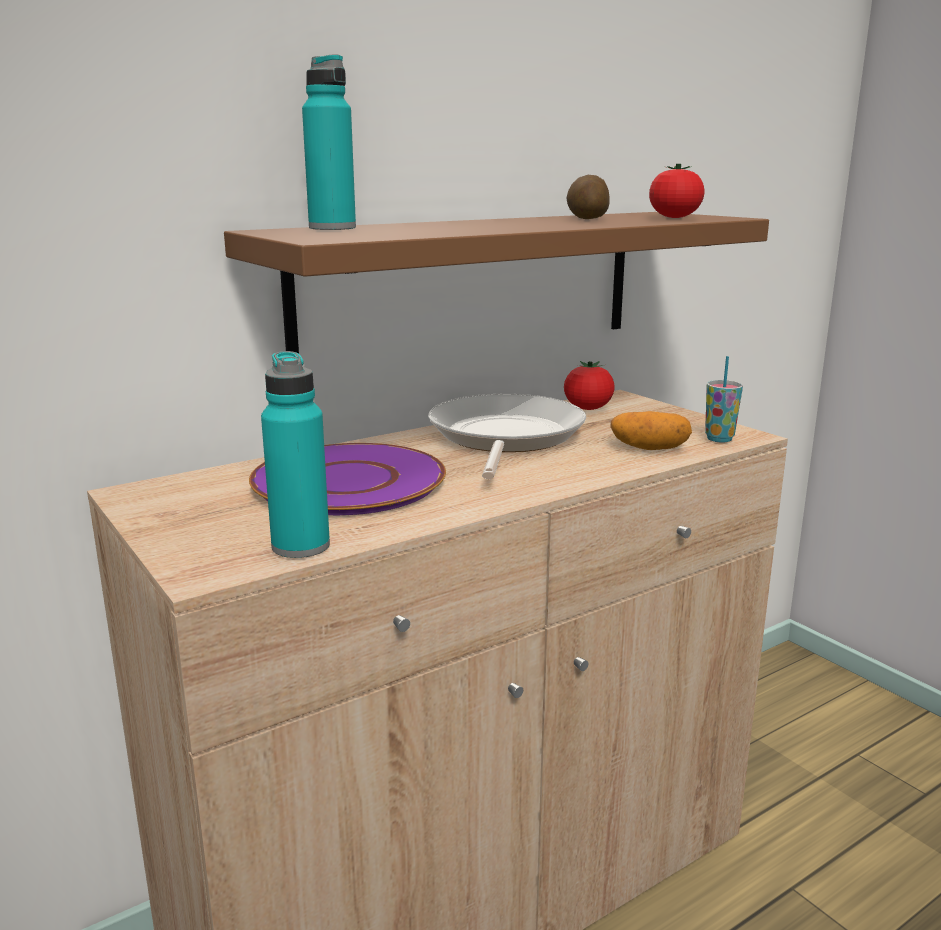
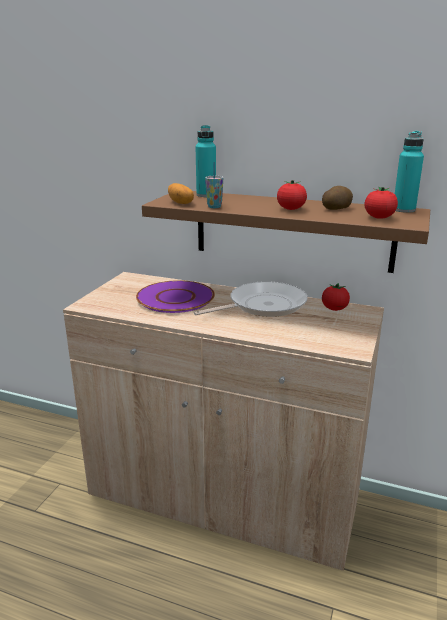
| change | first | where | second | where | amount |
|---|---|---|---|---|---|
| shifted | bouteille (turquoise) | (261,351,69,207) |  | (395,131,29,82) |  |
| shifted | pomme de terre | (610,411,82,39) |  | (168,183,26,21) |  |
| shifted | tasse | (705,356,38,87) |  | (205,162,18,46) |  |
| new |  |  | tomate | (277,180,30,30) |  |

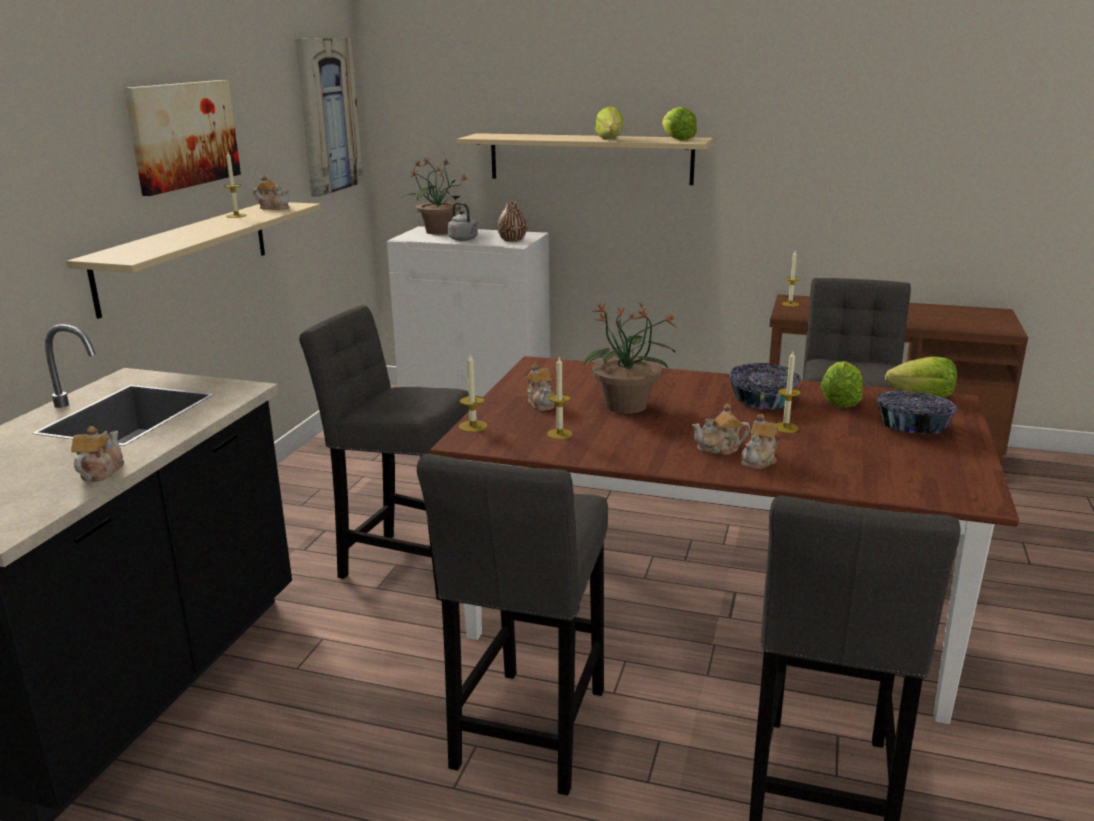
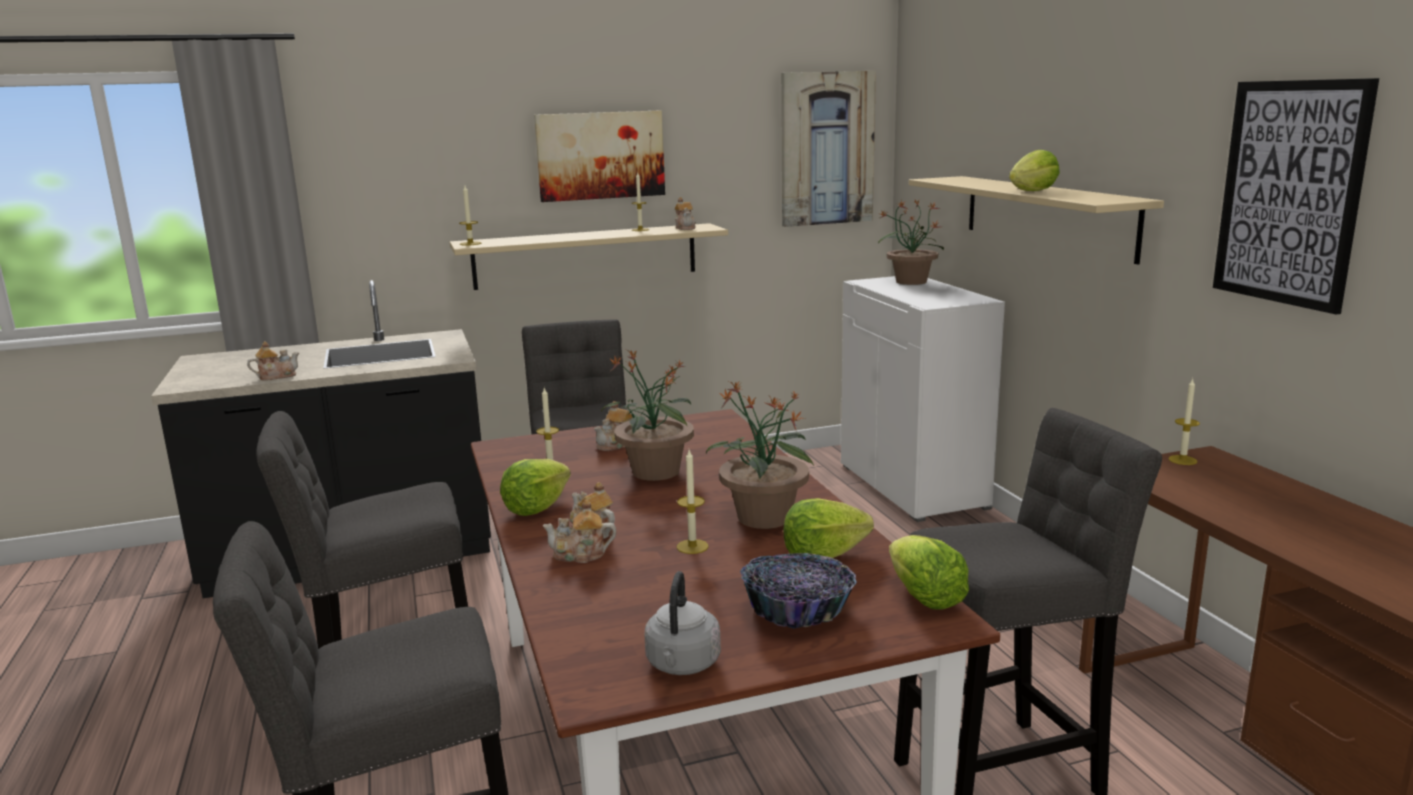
| change | first | where | second | where | amount |
|---|---|---|---|---|---|
| shifted | bouilloire (gris) | (448,202,30,39) |  | (645,571,76,104) |  |
| shifted | bougie | (459,354,29,78) |  | (459,186,23,60) |  |
| gone | vase (marron) | (497,202,30,40) |  |  |  |
| shifted | laitue | (662,107,35,33) |  | (500,459,71,57) |  |
| swapped | bol | (729,363,72,48) | plante en pot | (706,381,108,148) |  |
| new |  |  | tableau | (1213,78,166,237) |  |

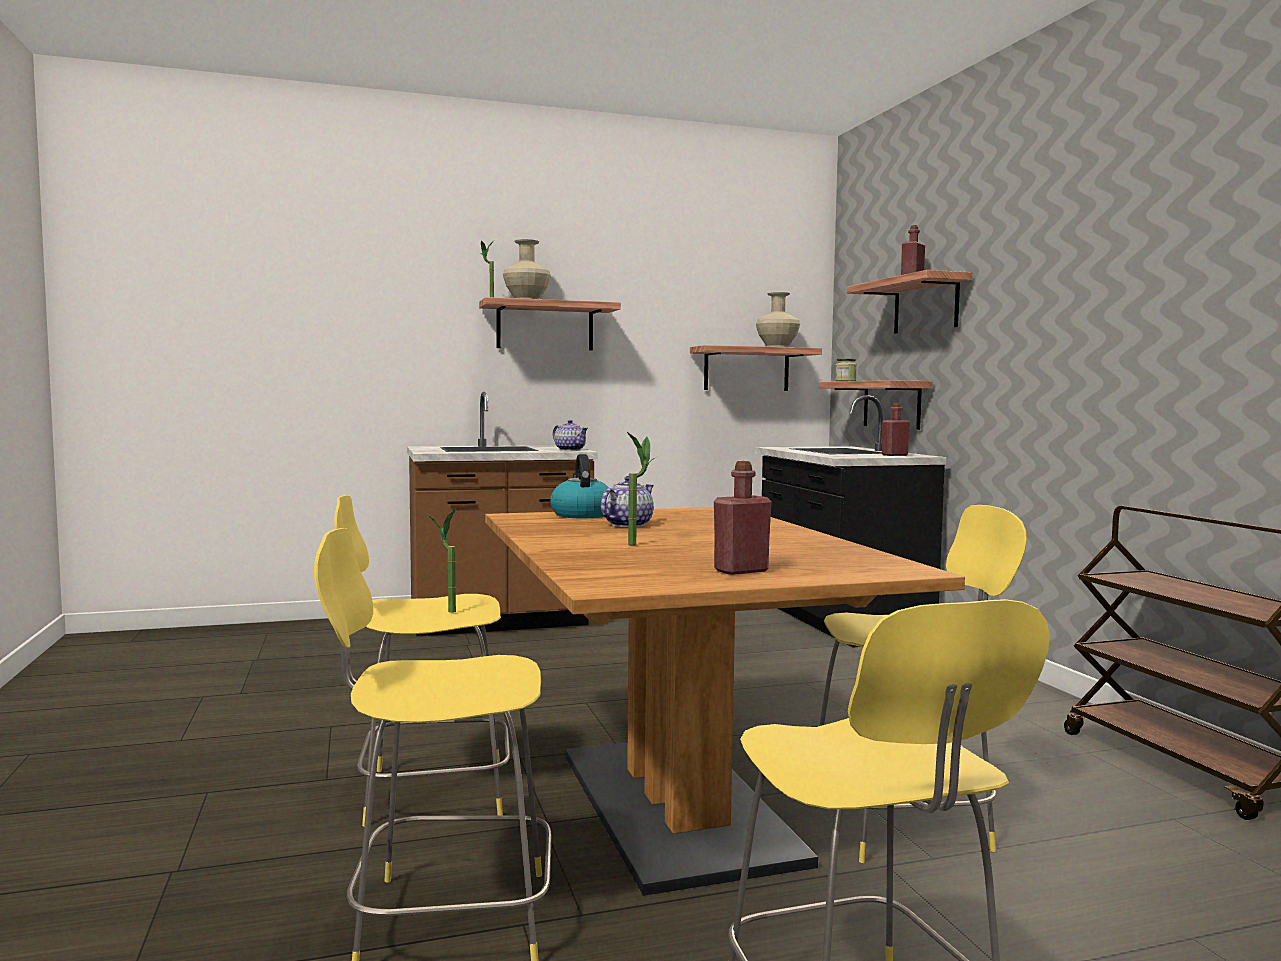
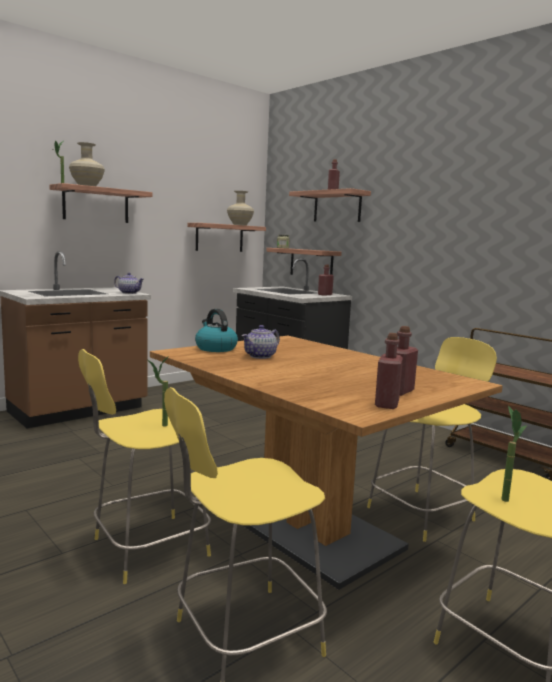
| change | first | where | second | where | amount |
|---|---|---|---|---|---|
| rotated | théière | (601,476,53,51) |  | (241,325,39,34) | 150 degrees counterclockwise |
| shifted | plante en pot | (627,432,30,114) |  | (502,406,25,96) |  |
| new |  |  | bouteille (rouge) | (375,333,28,76) |  |

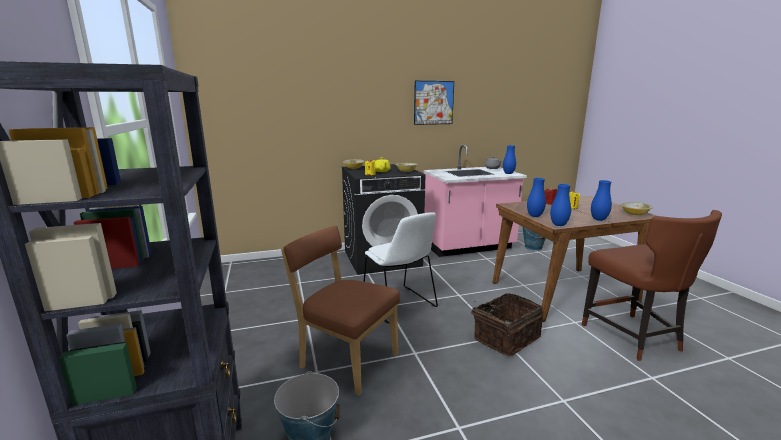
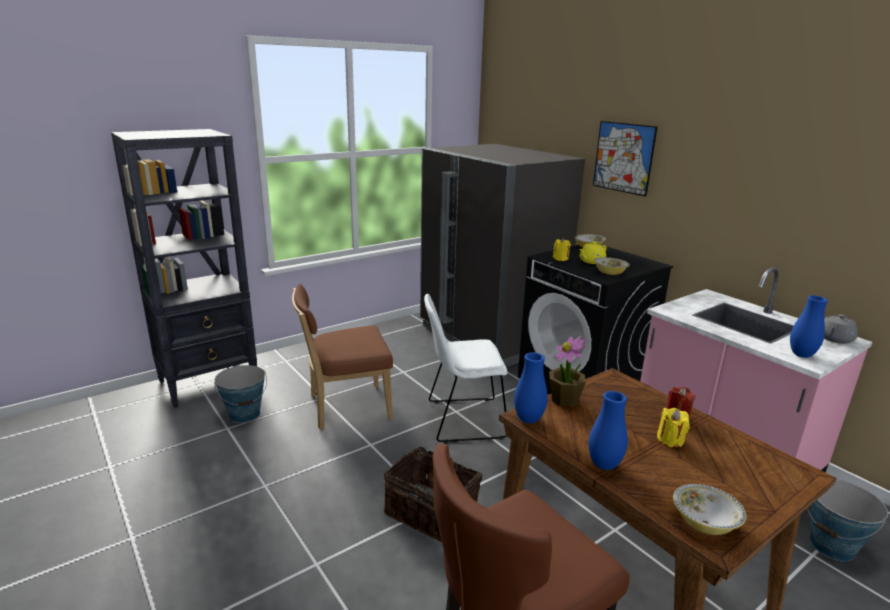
| change | first | where | second | where | amount |
|---|---|---|---|---|---|
| rotated | chaise (marron) | (281,225,119,171) |  | (292,284,101,146) | 120 degrees counterclockwise |
| rotated | chaise (blanc) | (364,212,74,112) |  | (424,294,84,149) | 45 degrees clockwise |
| shifted | tableau | (414,81,40,44) |  | (593,121,64,76) |  |
| swapped | vase (bleu) | (527,178,19,39) | plante en pot | (549,336,37,71) |  |
| new |  |  | réfrigérateur (gris) | (420,144,165,223) |  |

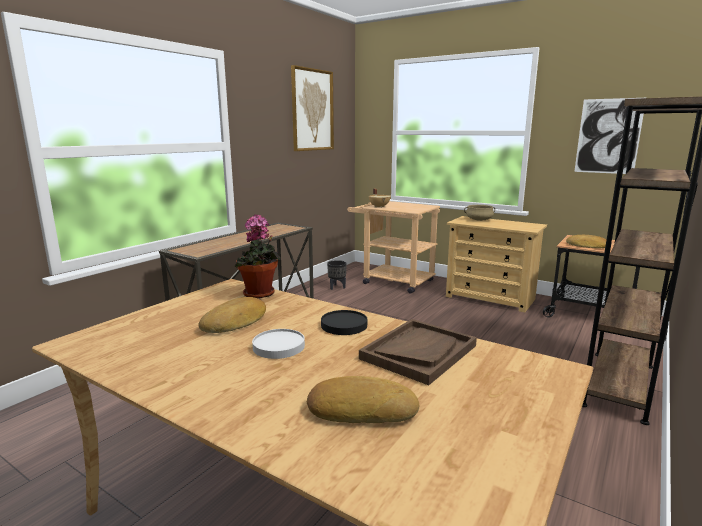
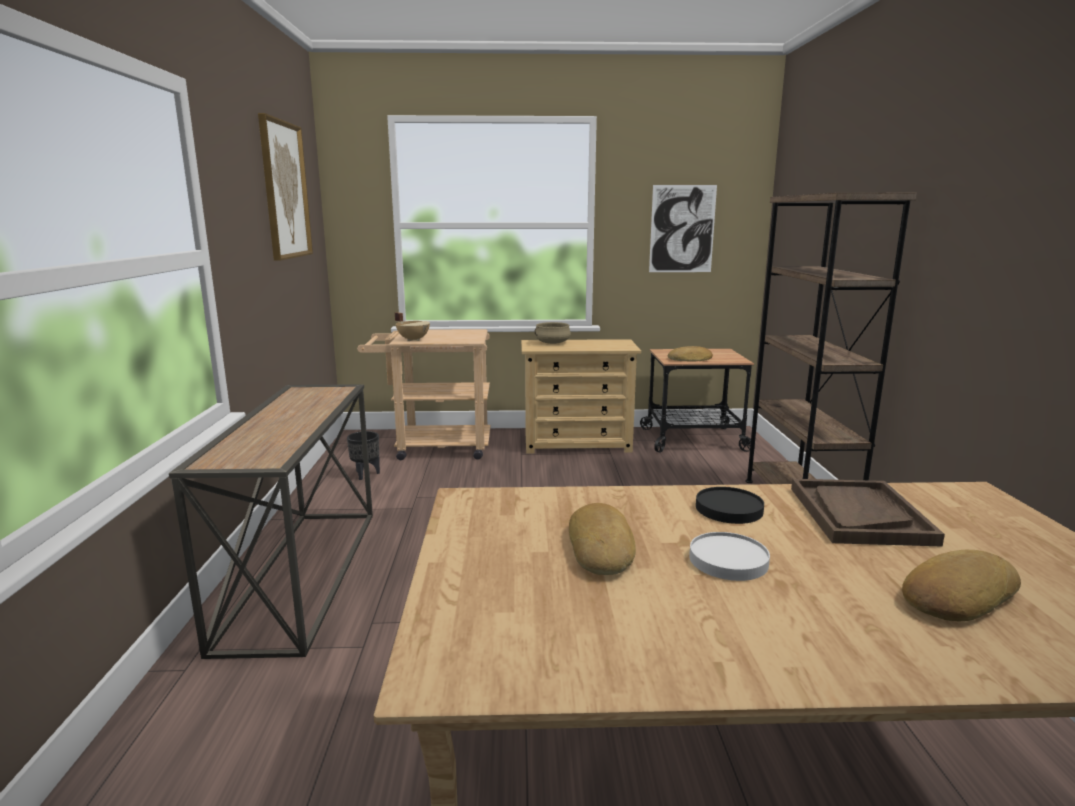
| change | first | where | second | where | amount |
|---|---|---|---|---|---|
| gone | plante en pot | (235,214,46,85) |  |  |  |

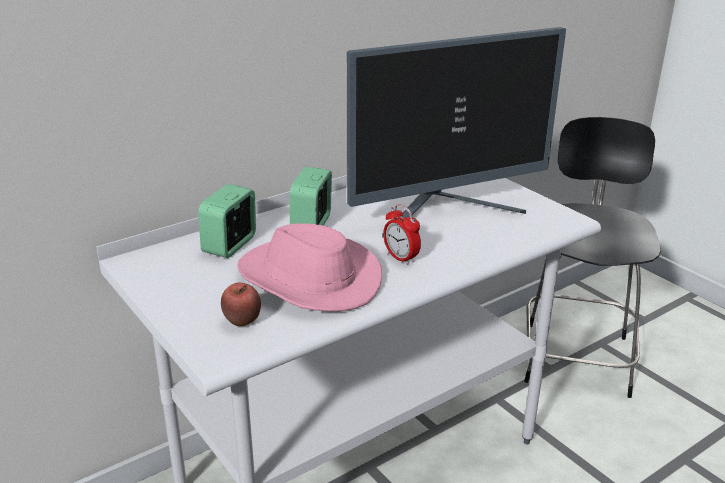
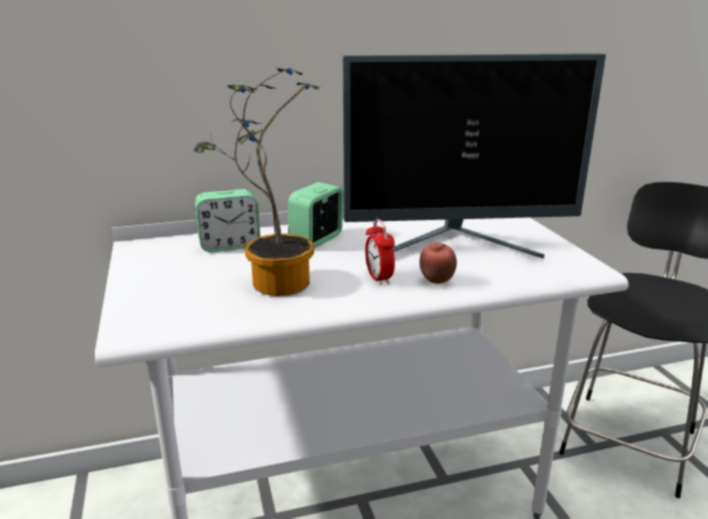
| change | first | where | second | where | amount |
|---|---|---|---|---|---|
| rotated | réveil | (198,184,58,74) |  | (195,189,65,63) | 150 degrees counterclockwise |
| shifted | pomme | (221,283,40,43) |  | (419,243,38,41) |  |
| swapped | chapeau (rose) | (238,223,144,88) | plante en pot | (193,68,127,228) |  |

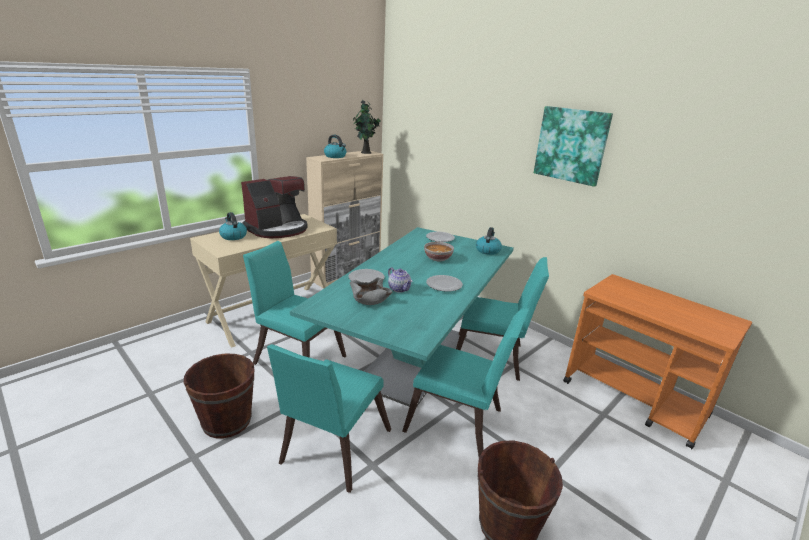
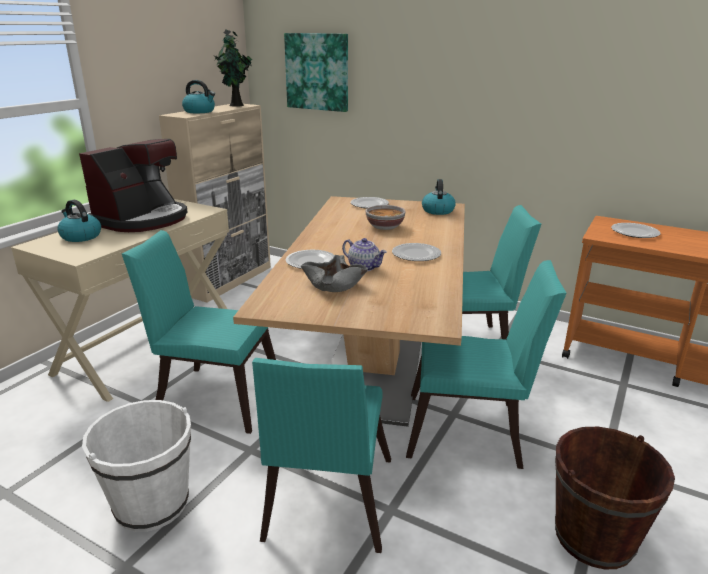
| change | first | where | second | where | amount |
|---|---|---|---|---|---|
| repainted | seau (marron) | (184,354,70,84) | seau (blanc) | (82,400,109,132) |  |
| repainted | table à manger (turquoise) | (290,227,224,181) | table à manger (beige) | (233,196,232,231) |  |
| shifted | tableau | (534,106,79,81) |  | (284,33,64,79) |  |
| new |  |  | assiette | (611,223,49,15) |  |

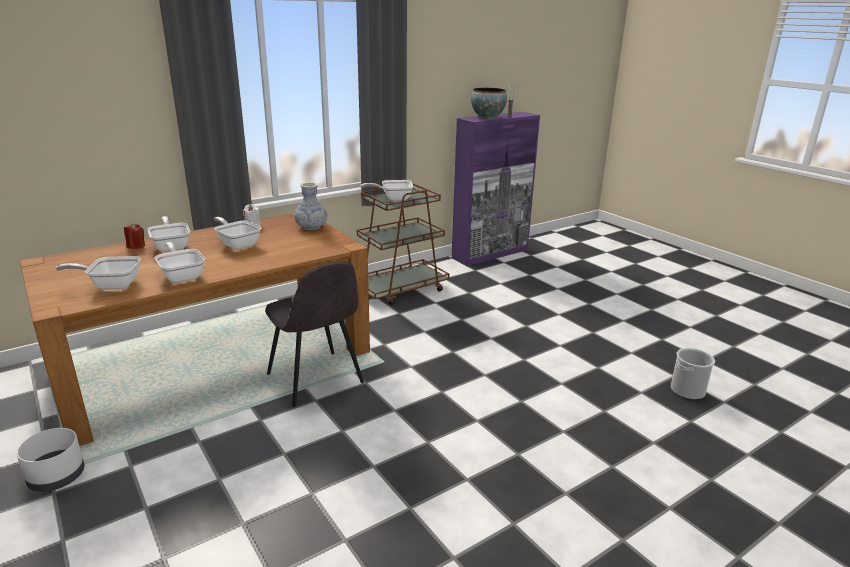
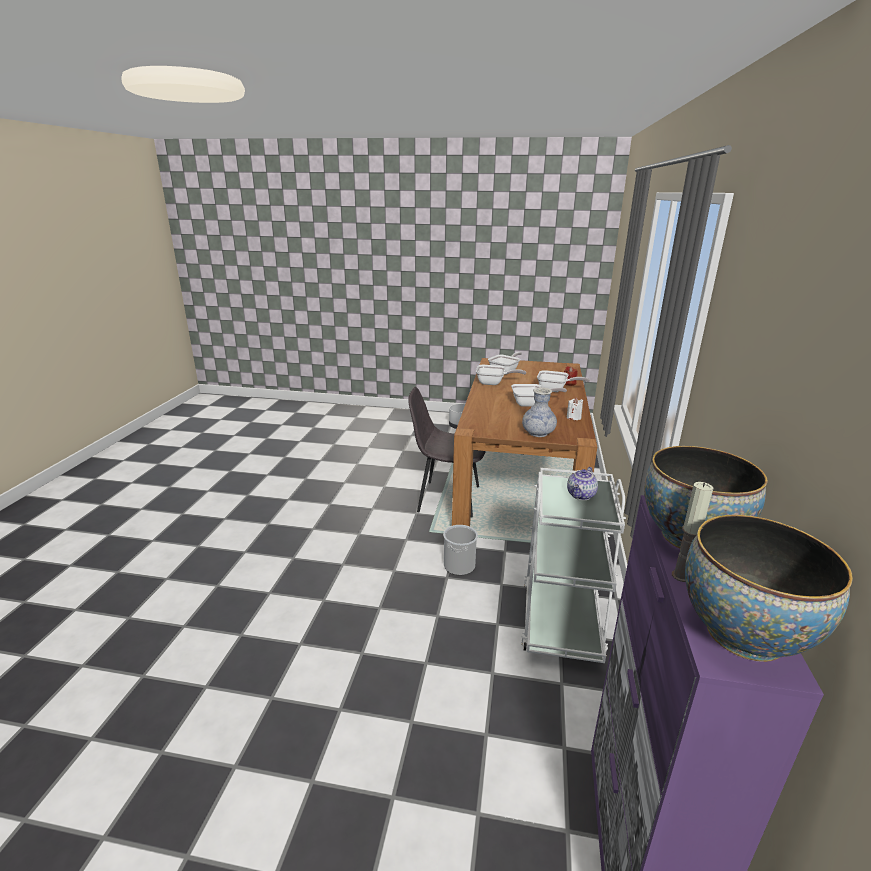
| change | first | where | second | where | amount |
|---|---|---|---|---|---|
| repainted | chariot (marron) | (357,179,92,126) | chariot (blanc) | (521,468,105,195) |  |
| swapped | poêle | (360,180,54,21) | théière | (567,467,31,33) |  |
| shifted | seau | (671,348,44,52) |  | (443,525,35,50) |  |
| new |  |  | bol | (685,515,168,147) |  |

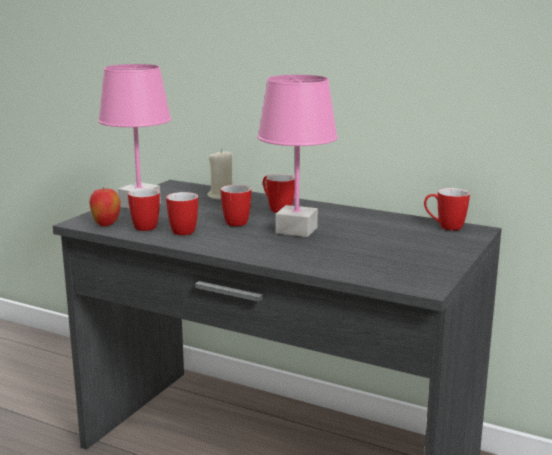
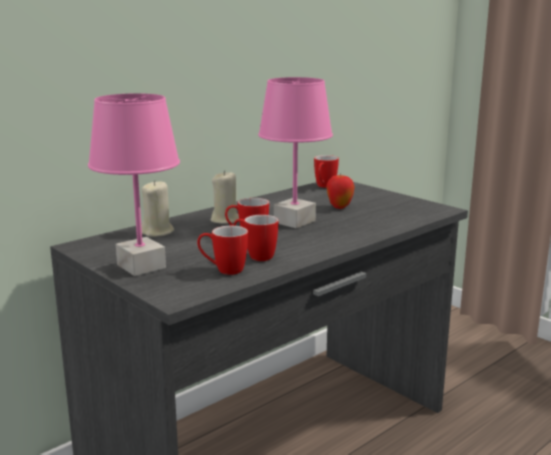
| change | first | where | second | where | amount |
|---|---|---|---|---|---|
| shifted | pomme | (89,187,31,39) |  | (326,174,29,35) |  |
| swapped | mug | (263,174,32,39) | bougie (beige) | (210,170,30,54) |  |

